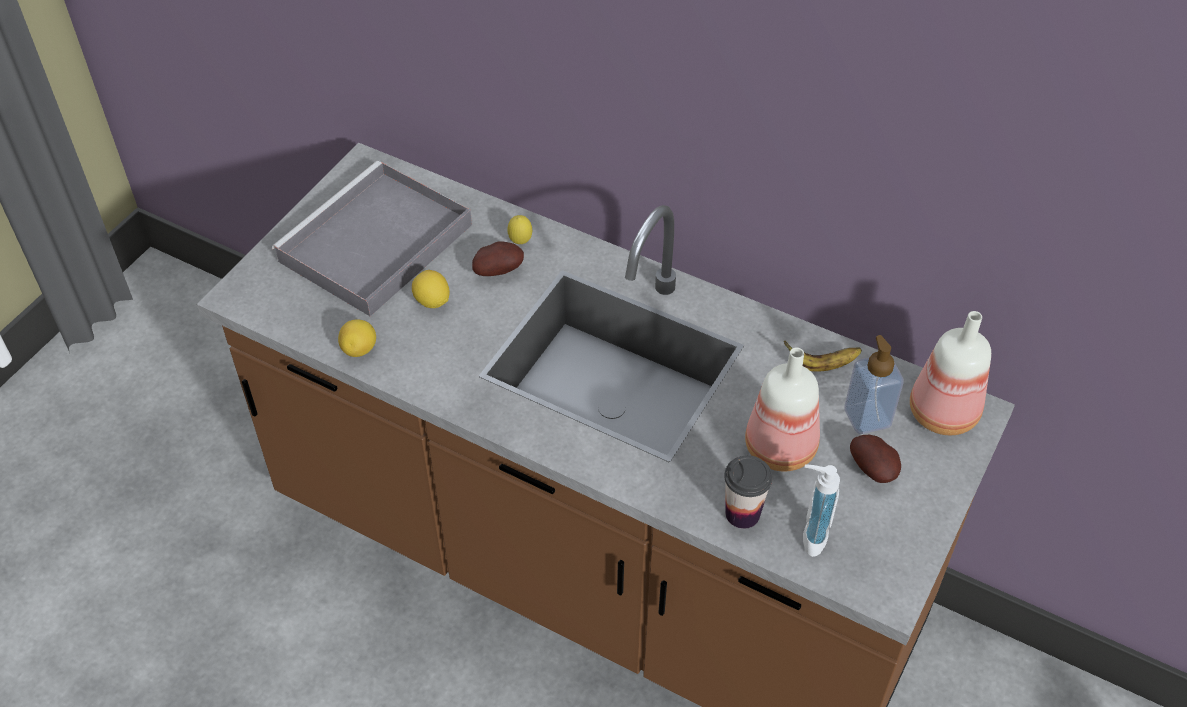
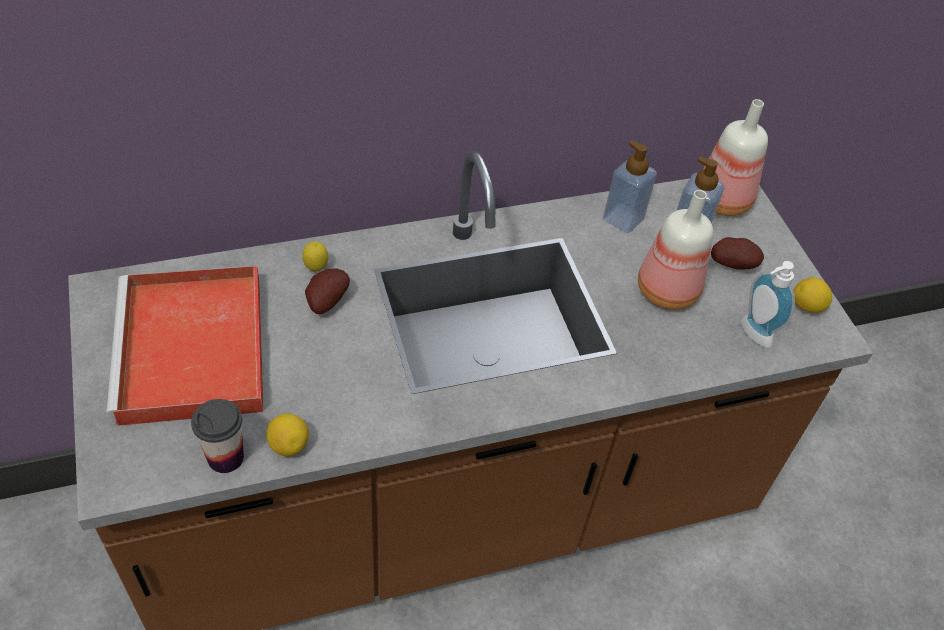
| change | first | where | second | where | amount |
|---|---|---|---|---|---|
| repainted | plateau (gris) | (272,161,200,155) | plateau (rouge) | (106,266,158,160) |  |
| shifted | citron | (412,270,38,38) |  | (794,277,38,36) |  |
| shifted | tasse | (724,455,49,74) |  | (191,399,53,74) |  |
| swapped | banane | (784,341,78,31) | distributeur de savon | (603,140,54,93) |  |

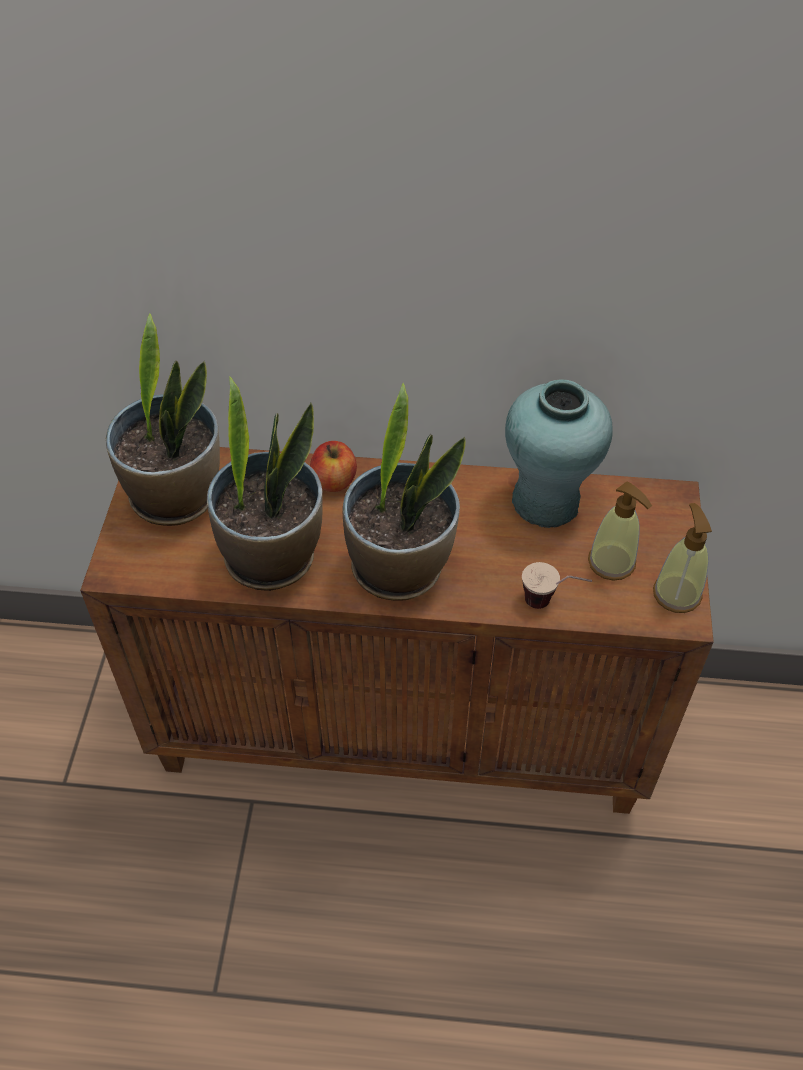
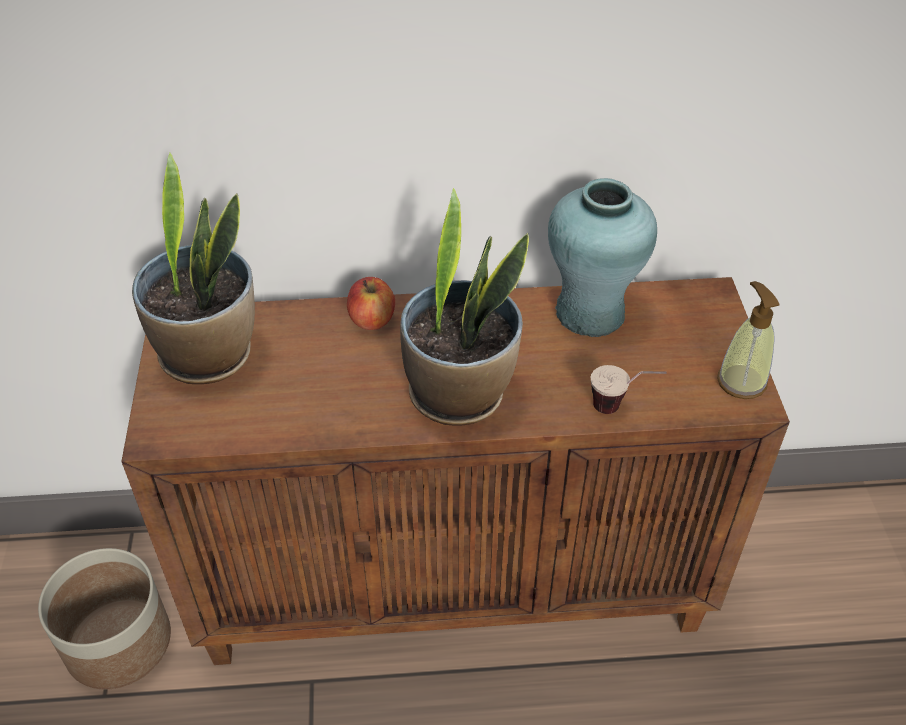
| change | first | where | second | where | amount |
|---|---|---|---|---|---|
| gone | plante en pot | (207,376,116,215) |  |  |  |
| gone | distributeur de savon | (588,481,64,100) |  |  |  |
| new |  |  | cache-pot | (38,548,133,141) |  |

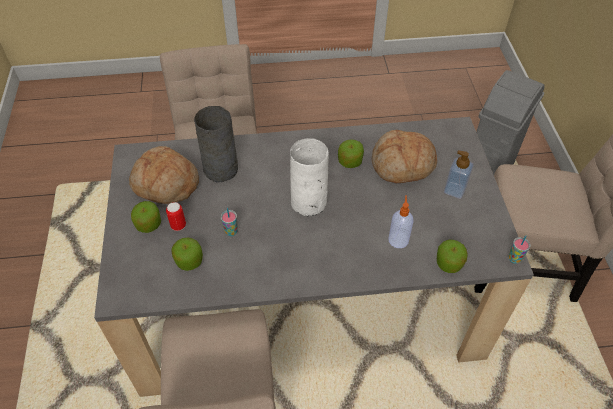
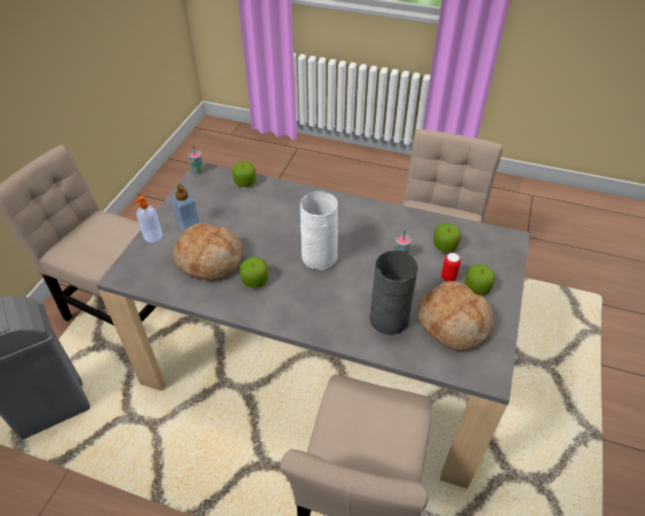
| change | first | where | second | where | amount |
|---|---|---|---|---|---|
| shifted | distributeur de savon | (388,195,26,53) |  | (133,196,30,47) |  |

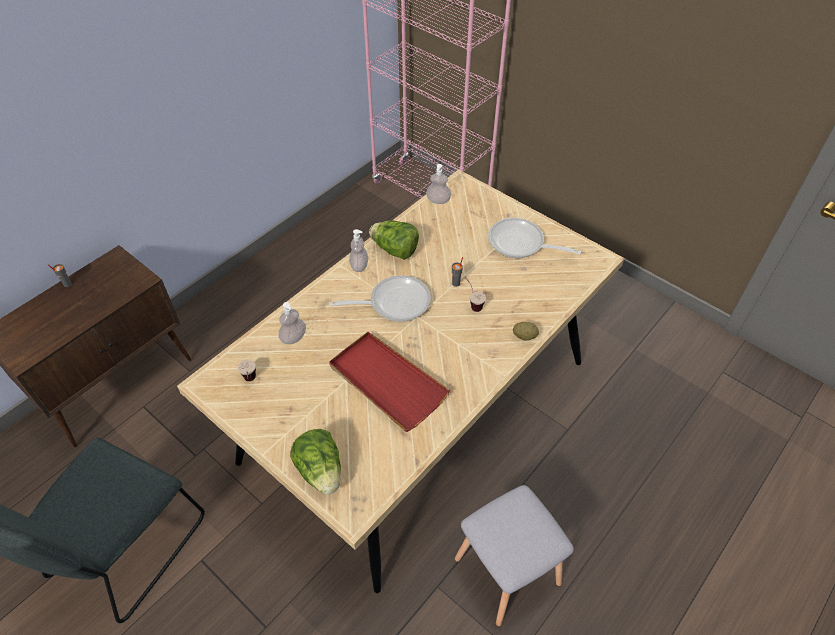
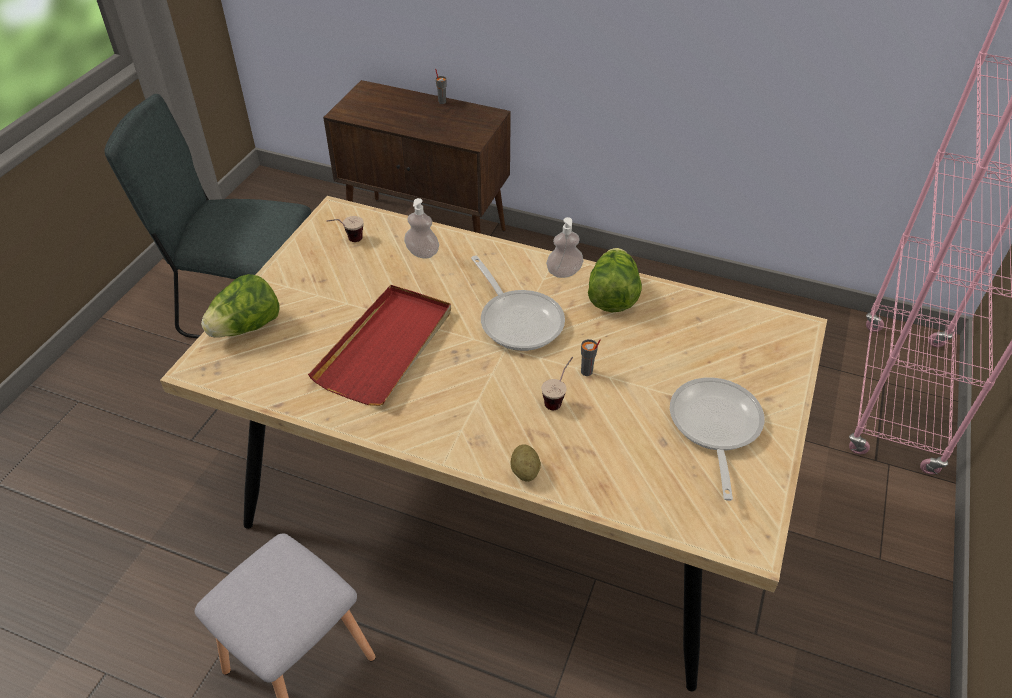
| change | first | where | second | where | amount |
|---|---|---|---|---|---|
| gone | distributeur de savon | (426,164,25,40) |  |  |  |

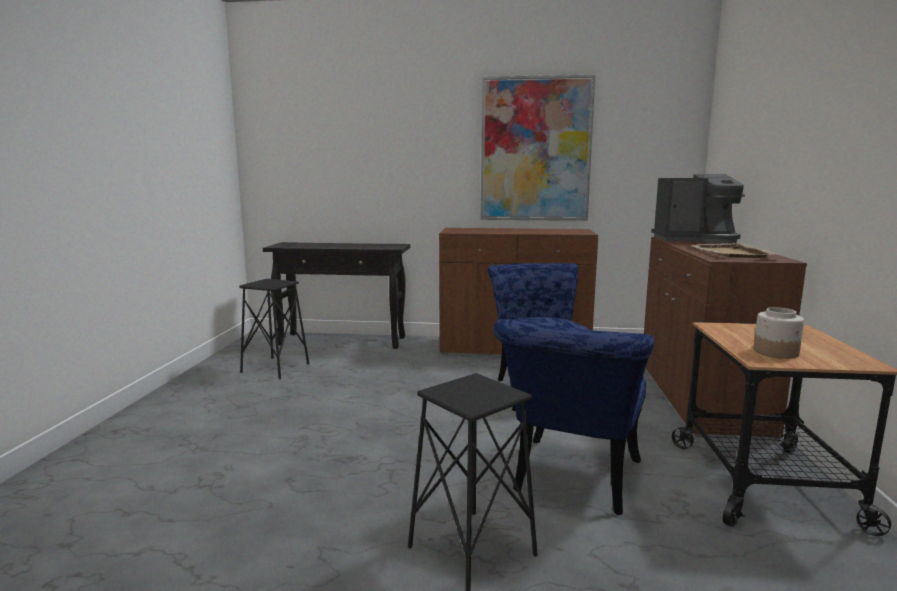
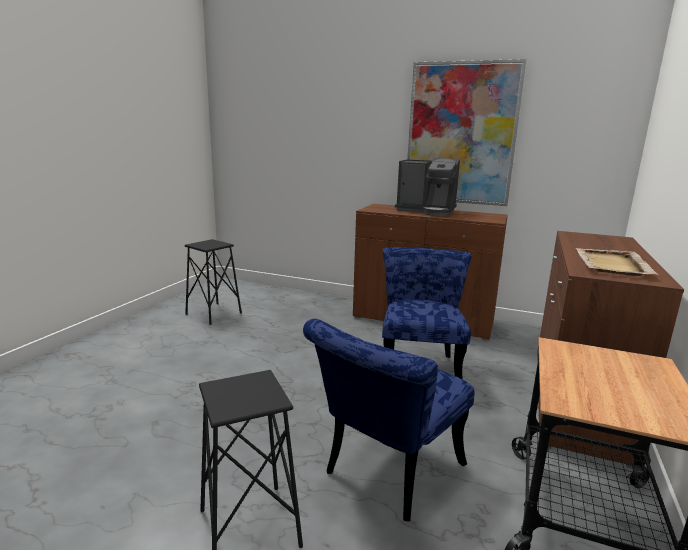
| change | first | where | second | where | amount |
|---|---|---|---|---|---|
| gone | table console (noir) | (263,242,147,107) |  |  |  |
| shifted | machine à café | (651,174,94,70) |  | (395,158,65,58) |  |
| gone | bocal | (754,307,50,52) |  |  |  |

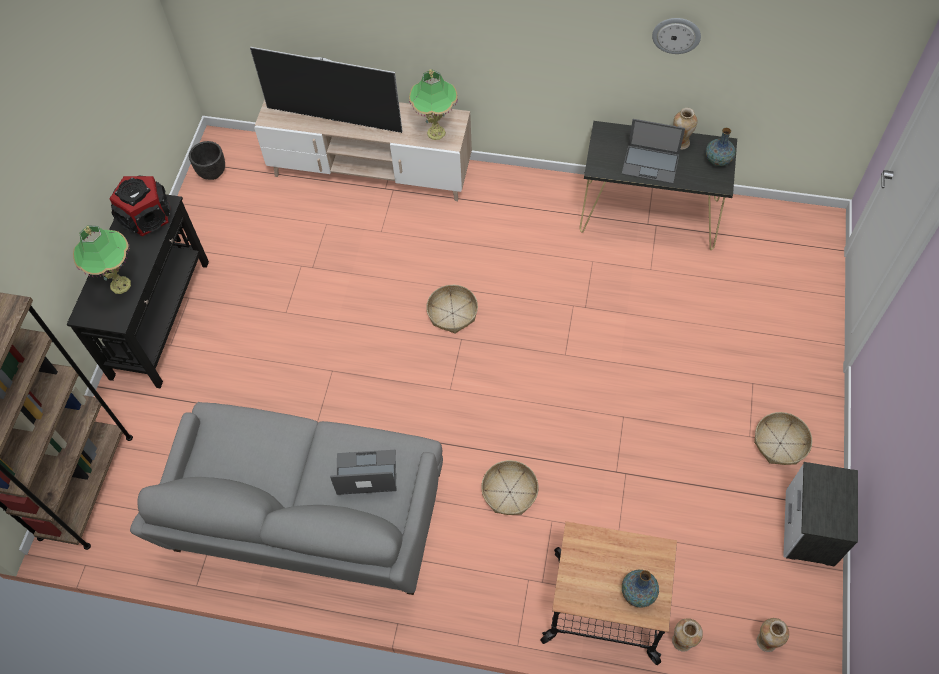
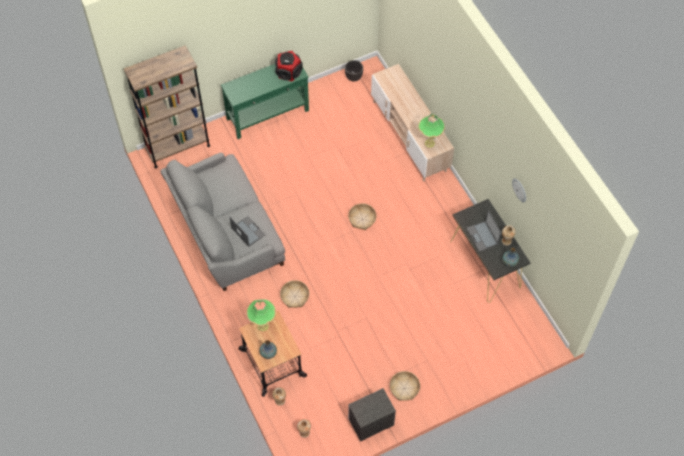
| change | first | where | second | where | amount |
|---|---|---|---|---|---|
| repainted | table console (noir) | (67,195,142,193) | table console (vert) | (221,64,88,75) |  |
| shifted | lampe de table | (73,225,58,69) |  | (247,299,29,32) |  |
| gone | téléviseur | (250,47,153,86) |  |  |  |

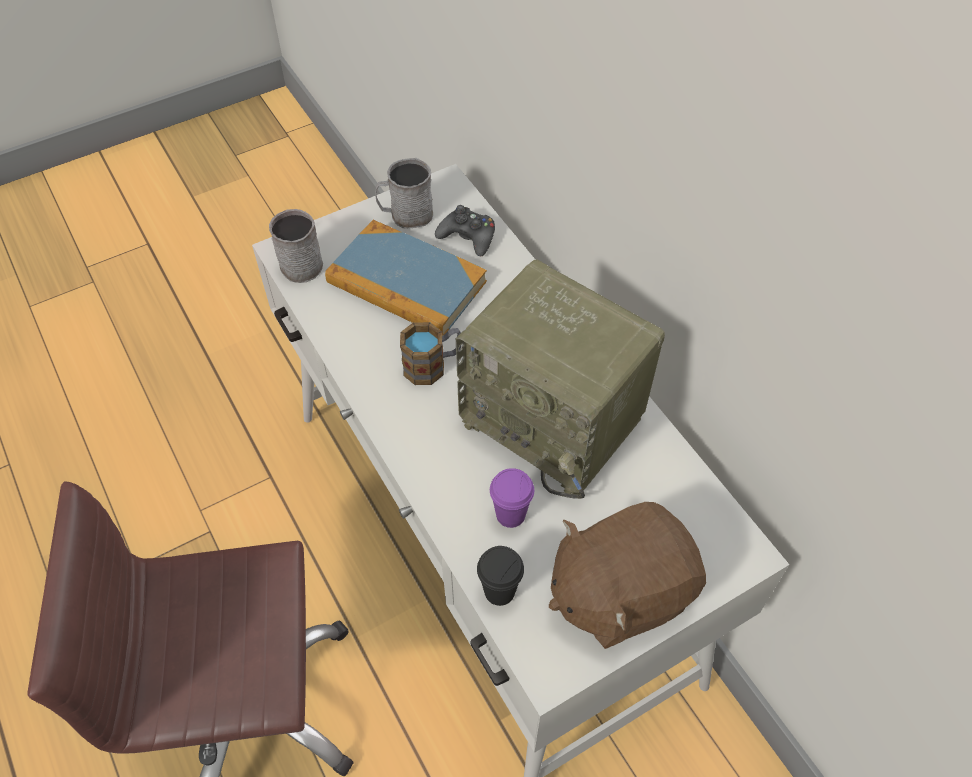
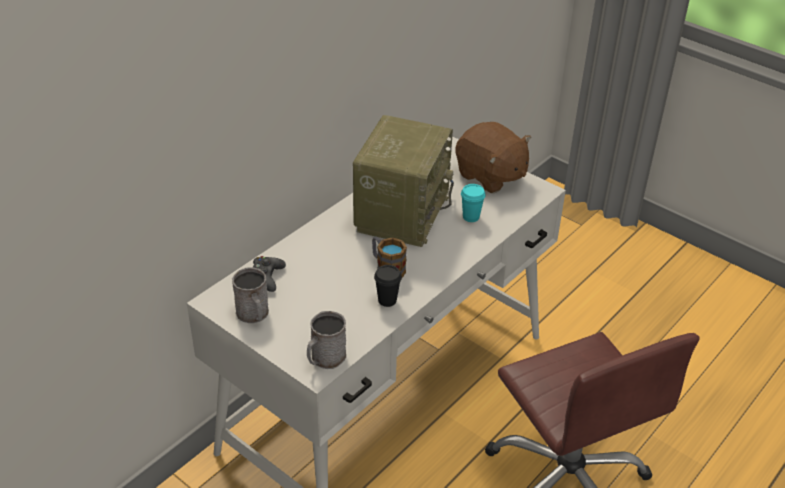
| change | first | where | second | where | amount |
|---|---|---|---|---|---|
| gone | livre | (325,220,162,116) |  |  |  |
| shifted | tasse (noir) | (477,546,47,60) |  | (374,265,28,42) |  |
| repainted | tasse (violet) | (490,468,44,60) | tasse (turquoise) | (461,184,25,38) |  |

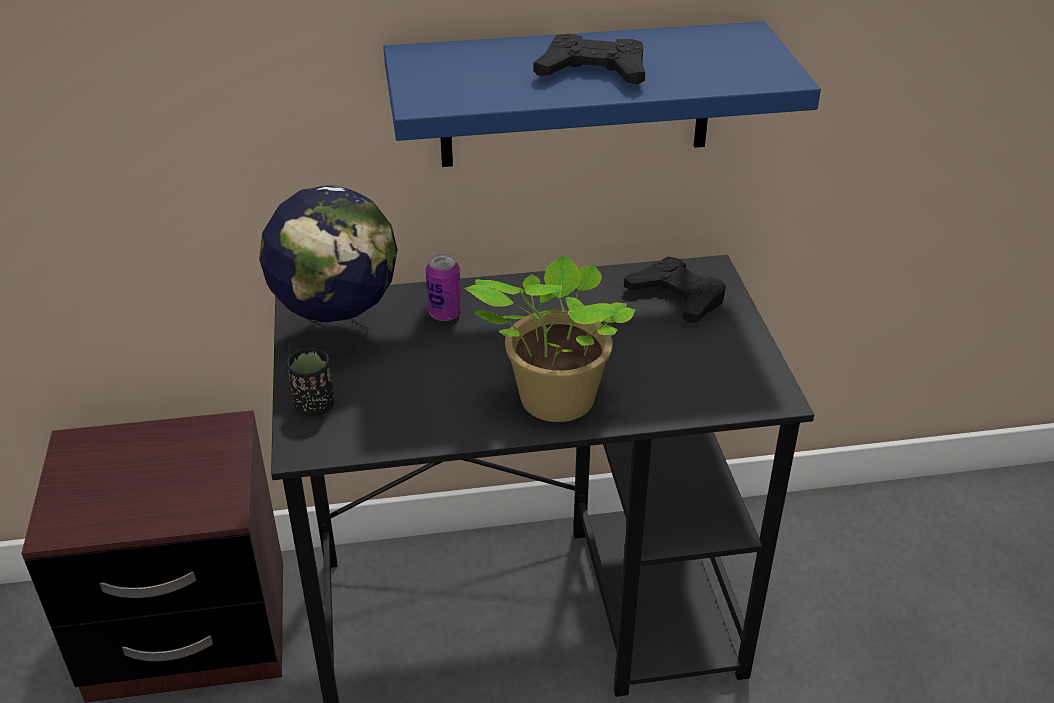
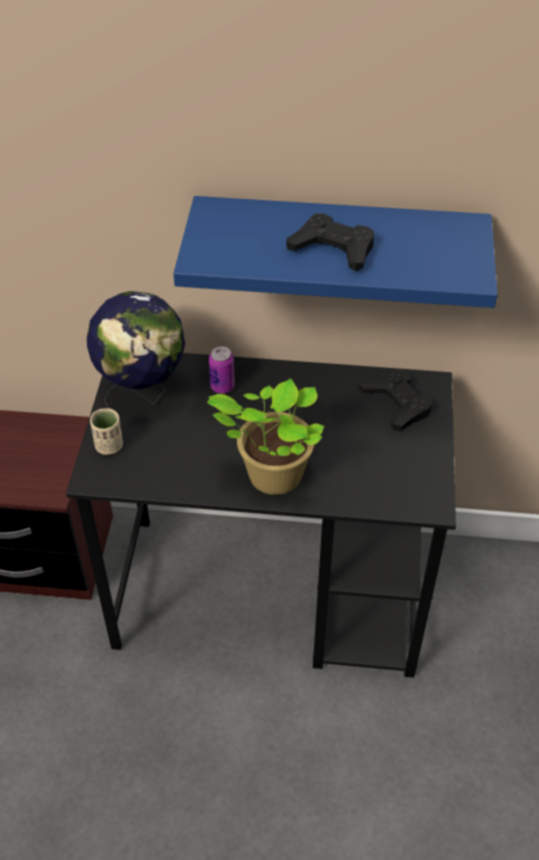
| change | first | where | second | where | amount |
|---|---|---|---|---|---|
| repainted | tasse (noir) | (287,348,47,68) | tasse (beige) | (90,408,33,47) |  |

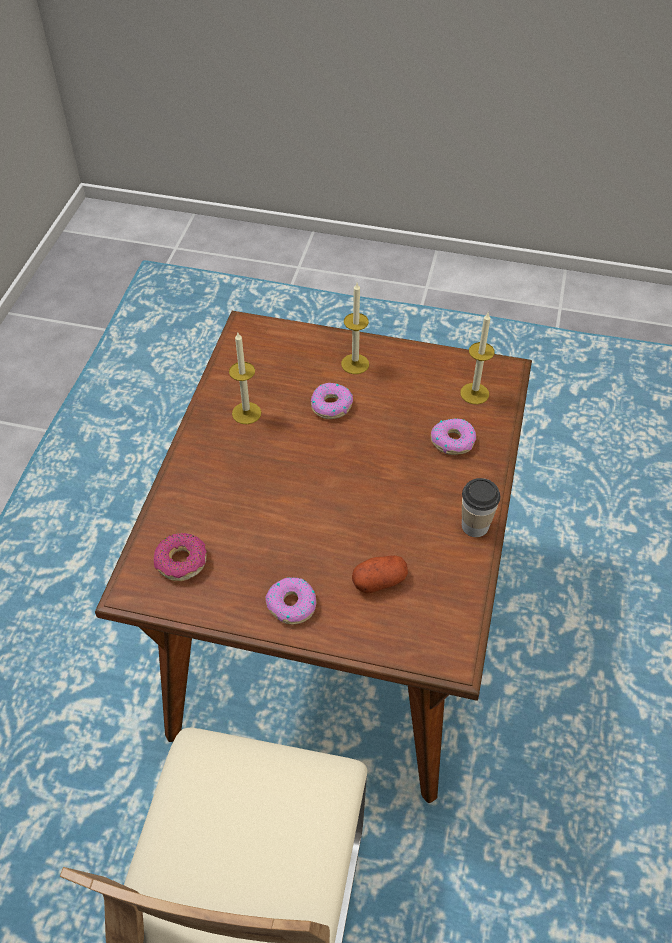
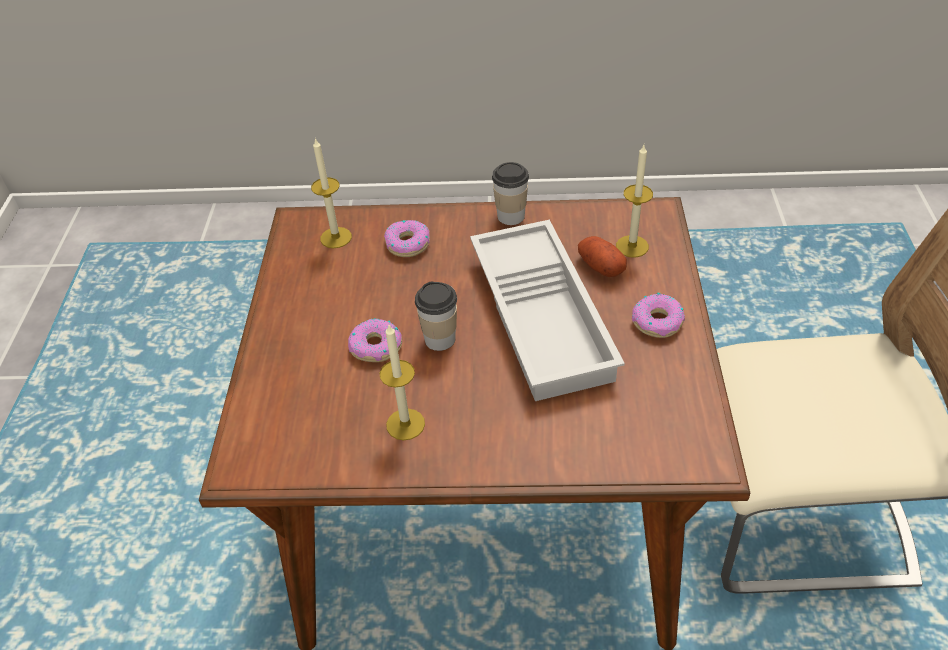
| change | first | where | second | where | amount |
|---|---|---|---|---|---|
| gone | beignet | (154,533,53,48) |  |  |  |
| shifted | bougie | (341,283,28,91) |  | (616,145,37,113) |  |
| new |  |  | tasse | (415,282,42,69) |  |
| new |  |  | plateau (blanc) | (470,220,155,181) |  |

